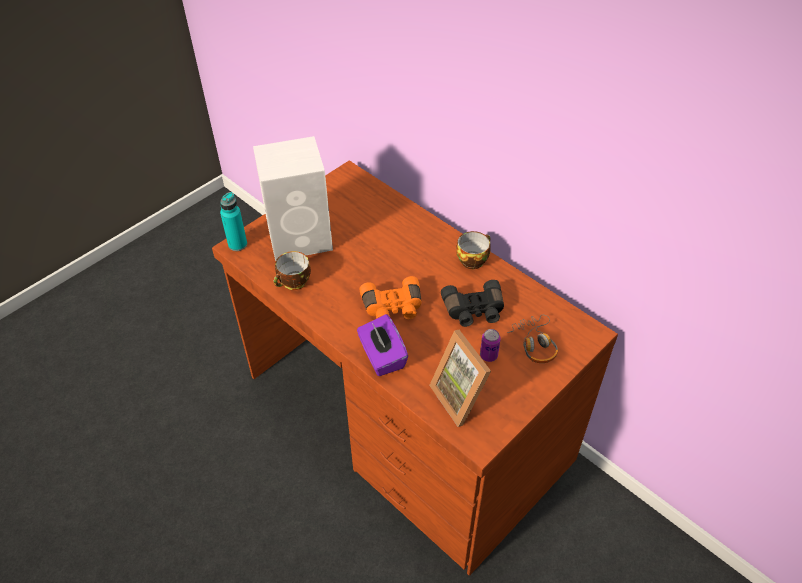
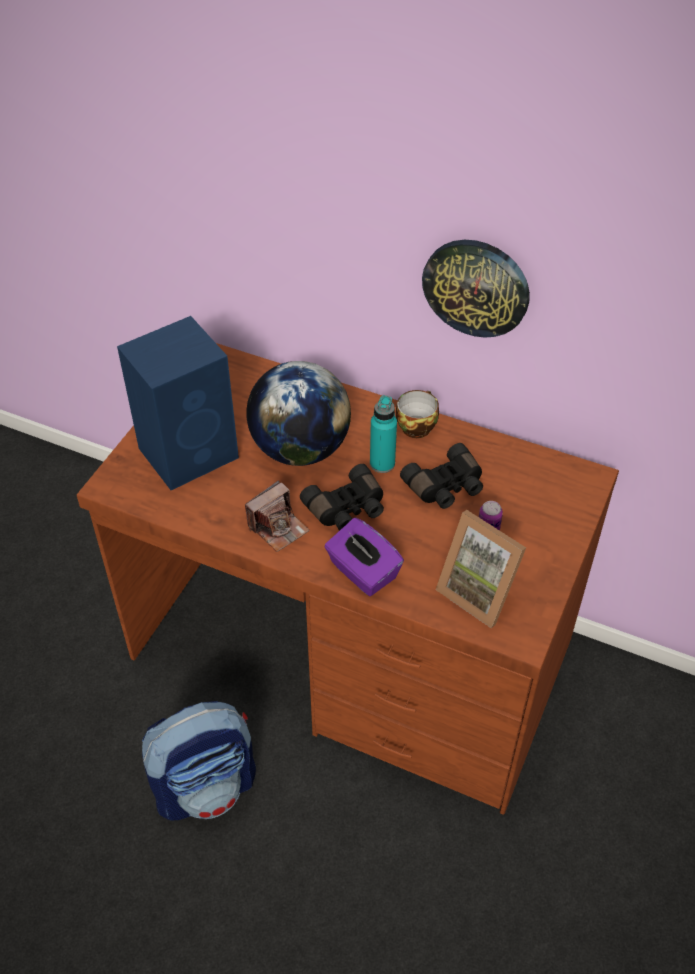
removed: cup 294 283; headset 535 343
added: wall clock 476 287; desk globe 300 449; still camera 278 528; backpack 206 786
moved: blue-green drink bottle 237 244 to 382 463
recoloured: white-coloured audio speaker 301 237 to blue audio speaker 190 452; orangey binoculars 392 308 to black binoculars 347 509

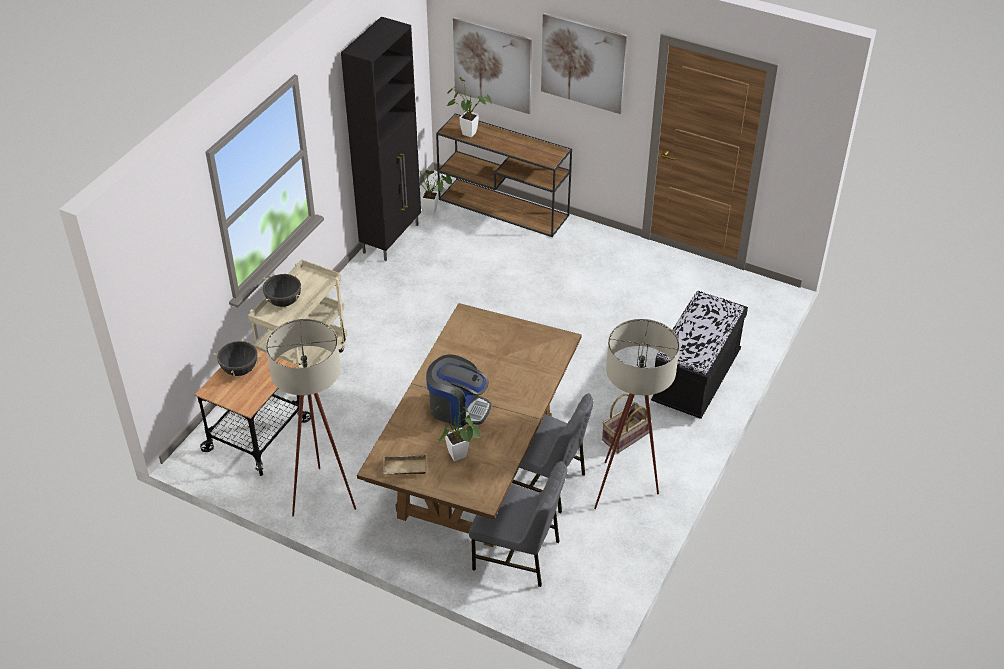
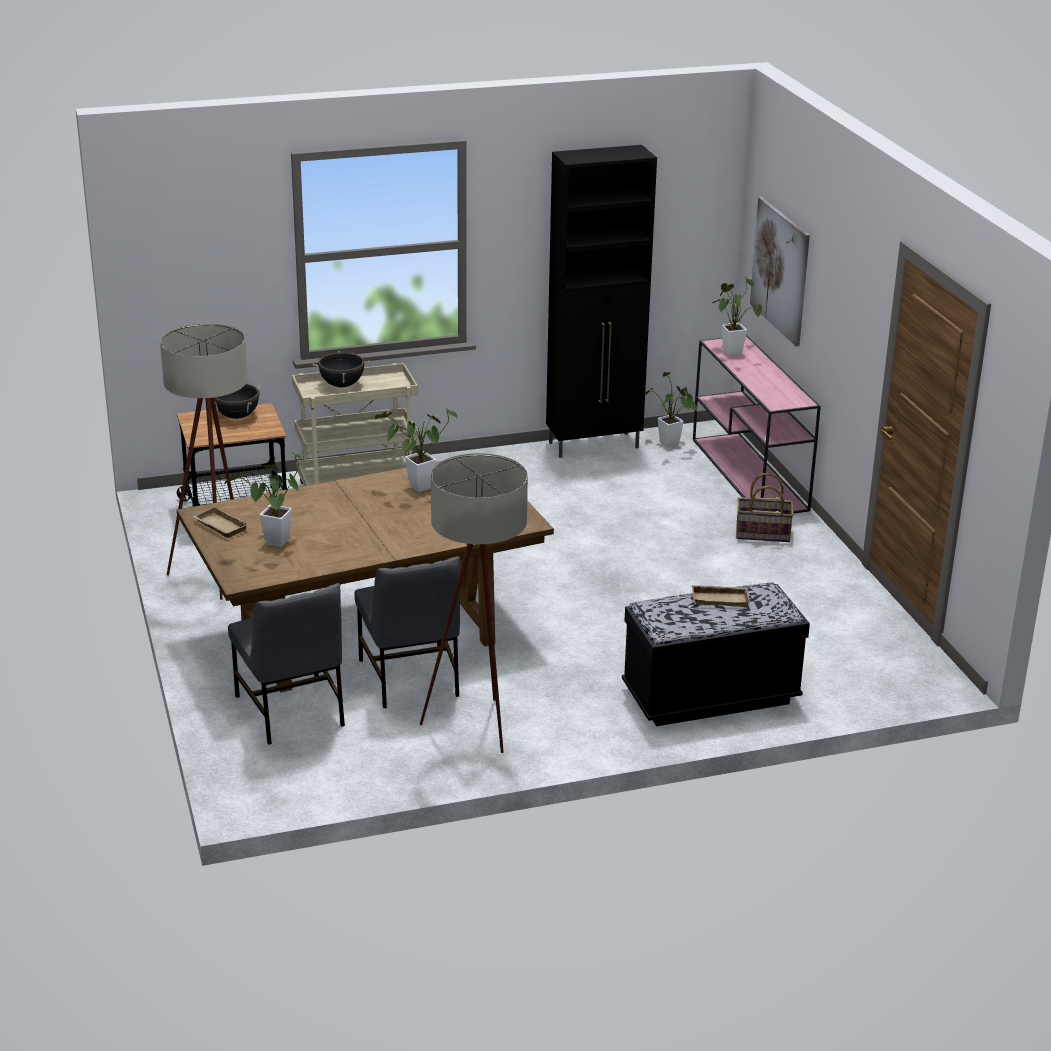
removed: picture 583 63; coffee brewer 458 408
added: plant in a pot 416 489; beige-coloured carrying tray 720 599
moved: household basket 625 437 to 762 534
recoloured: brown hall table 504 207 to pink-coloured hall table 750 475

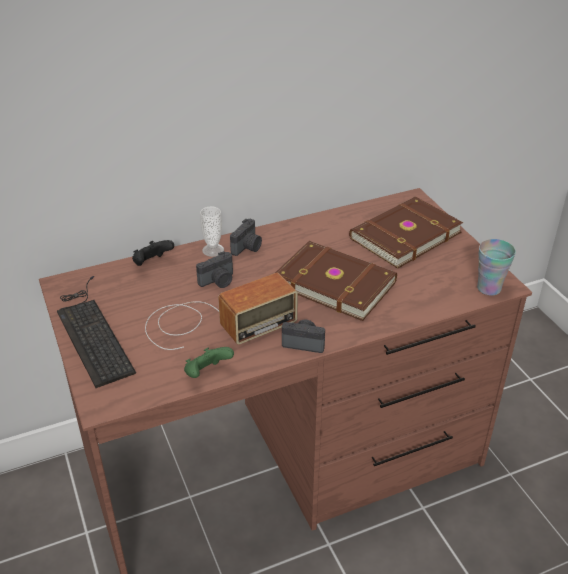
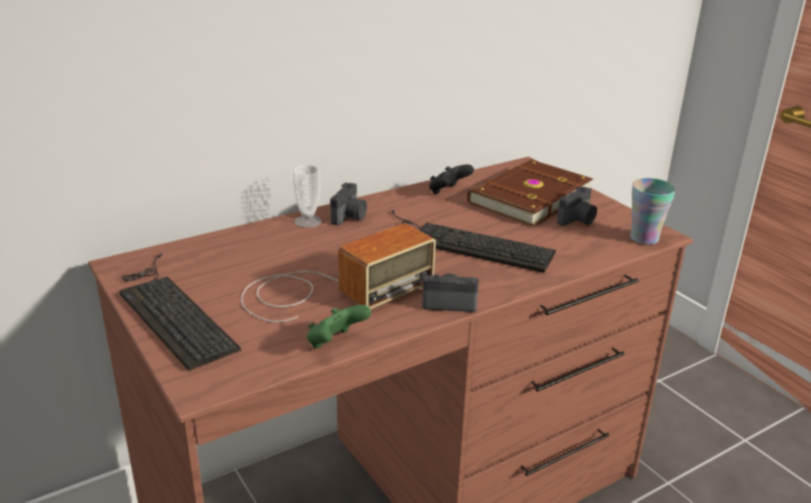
moved: black joypad 152 263 to 448 192; still camera 218 281 to 578 220
replaced: brown bound book 335 282 to keyboard 465 243

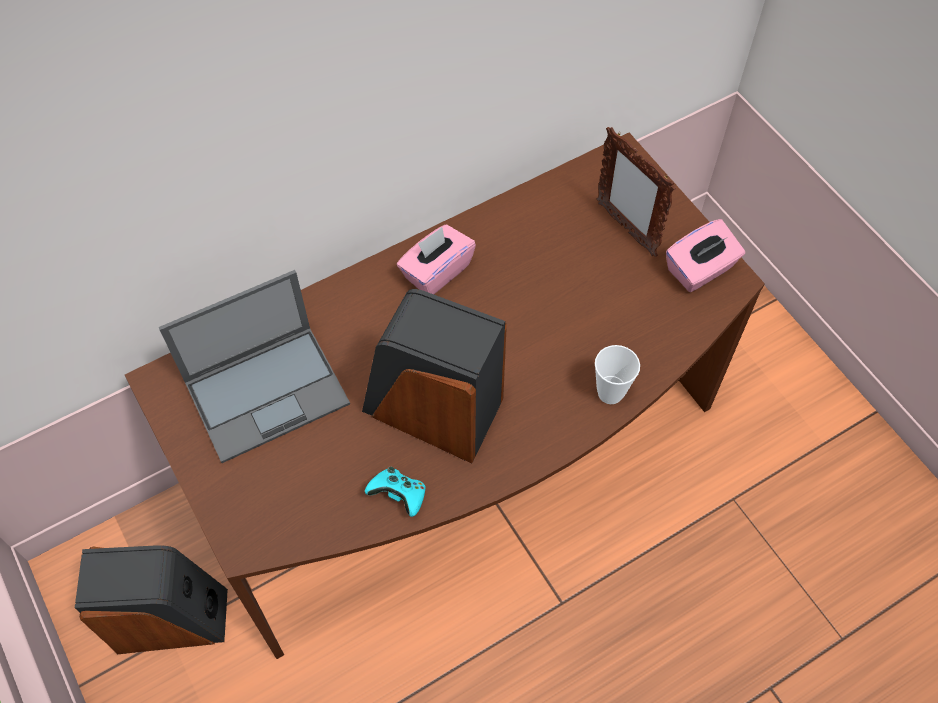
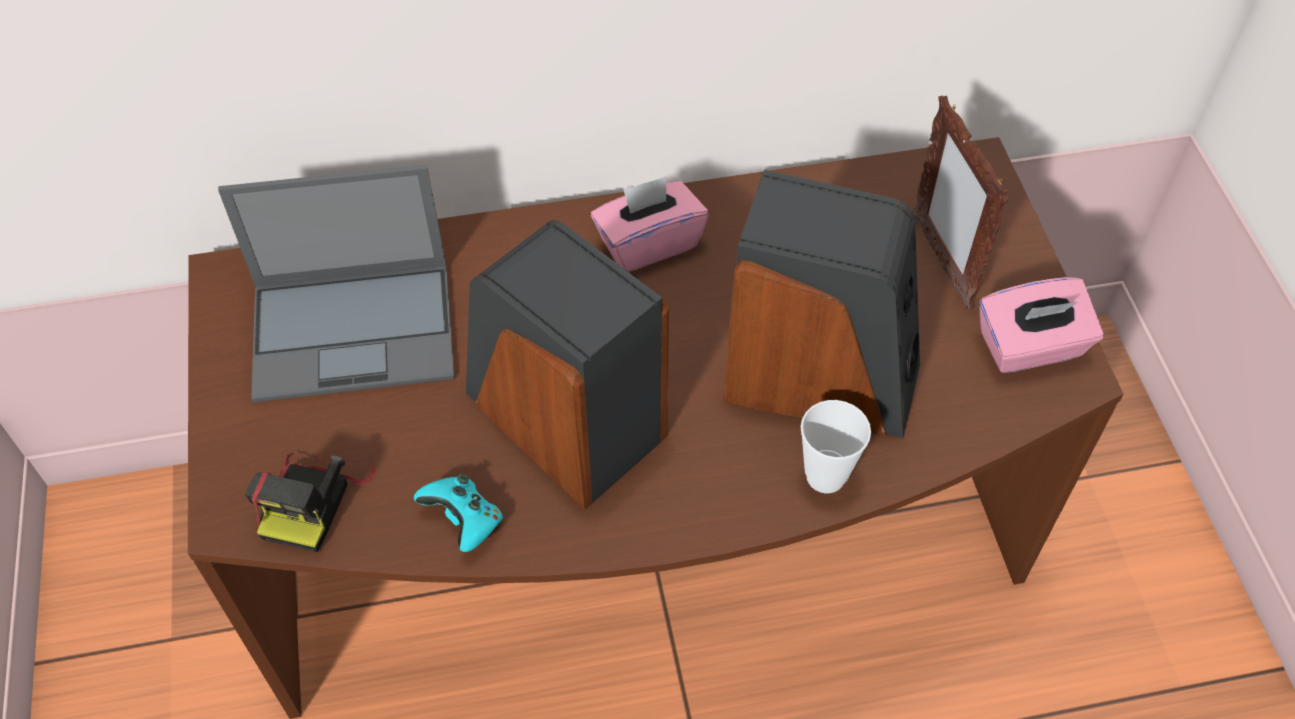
added: still camera 314 499
moved: audio speaker 171 617 to 820 378

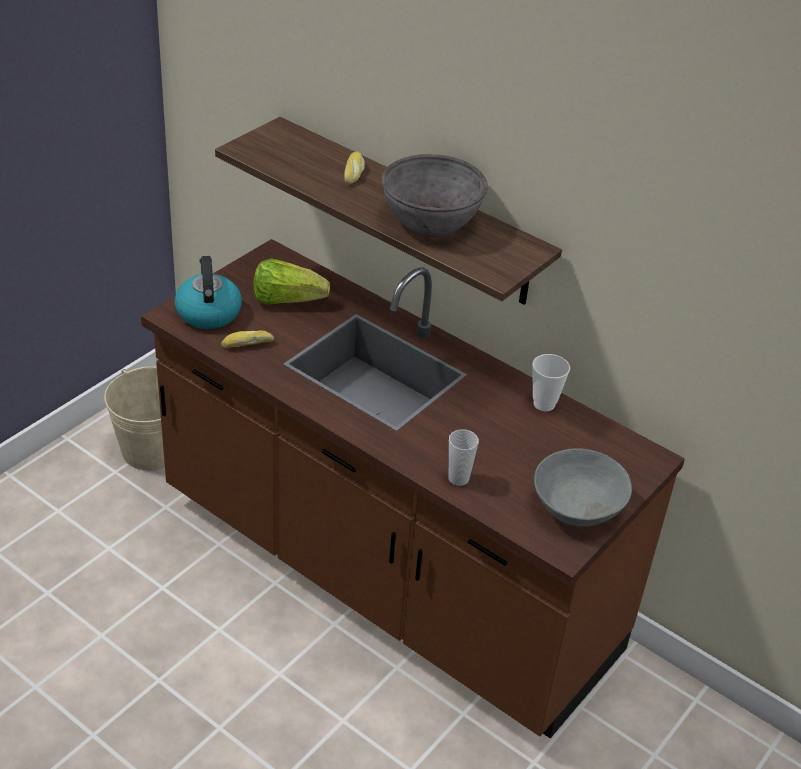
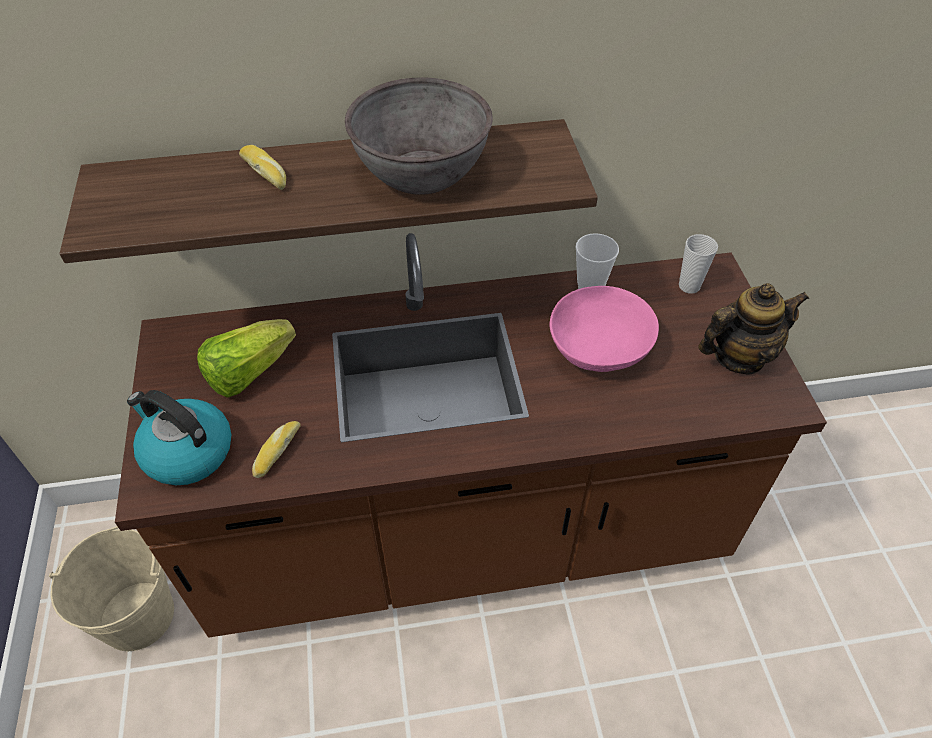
added: pink-coloured serving bowl 599 348
moved: cup 458 478 to 689 286
replaced: gray serving bowl 577 506 to pot for tea 738 356

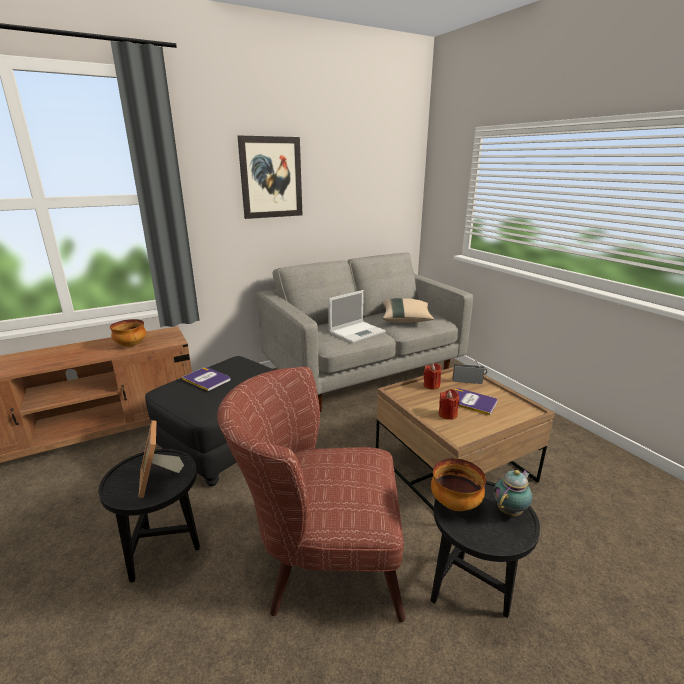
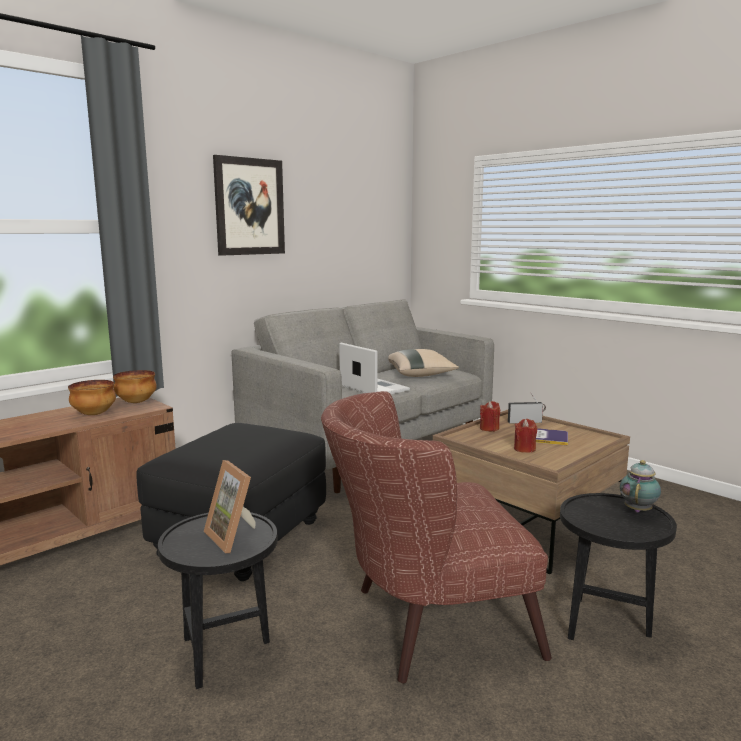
removed: bound book 207 379
moved: serving bowl 454 503 to 136 402
turned: portable computer 357 332 = 373 388 75 degrees counterclockwise

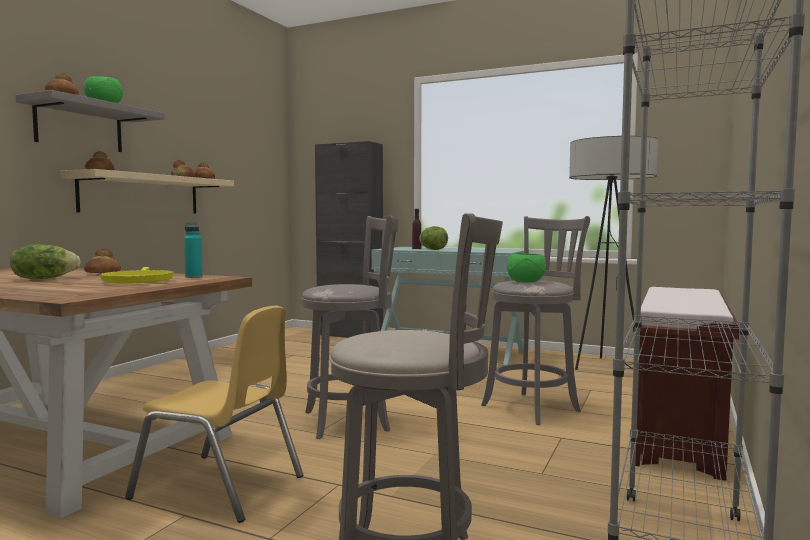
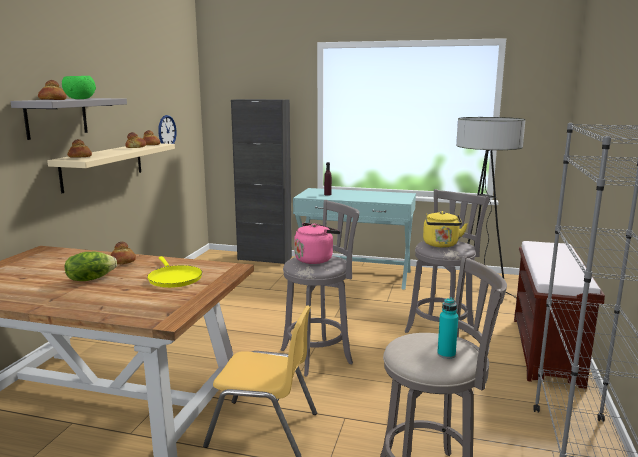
removed: head of lettuce 433 249
added: wall clock 167 131; pink-coloured water kettle 315 259
moved: blue-green drink bottle 194 277 to 446 354
replaced: green-coloured serving bowl 526 282 to yellow-coloured water kettle 441 245

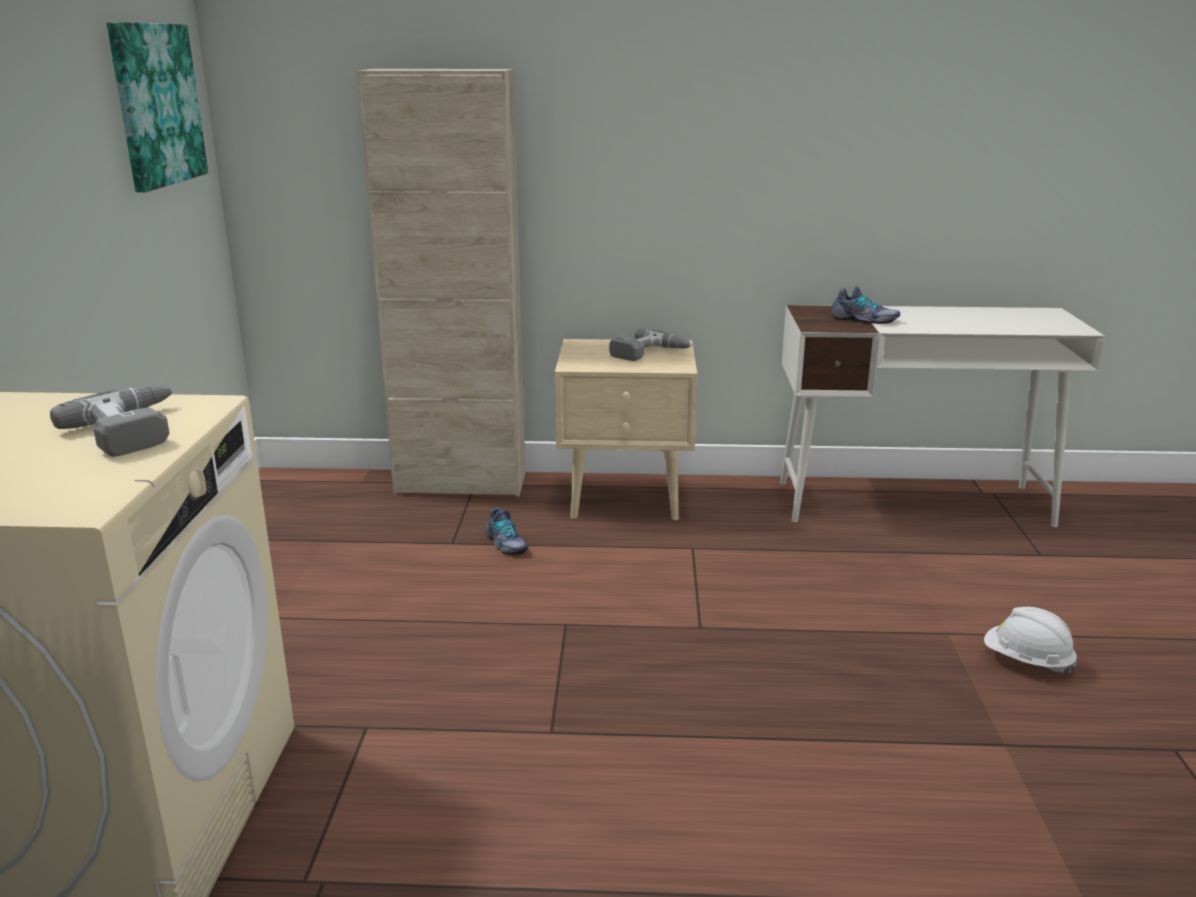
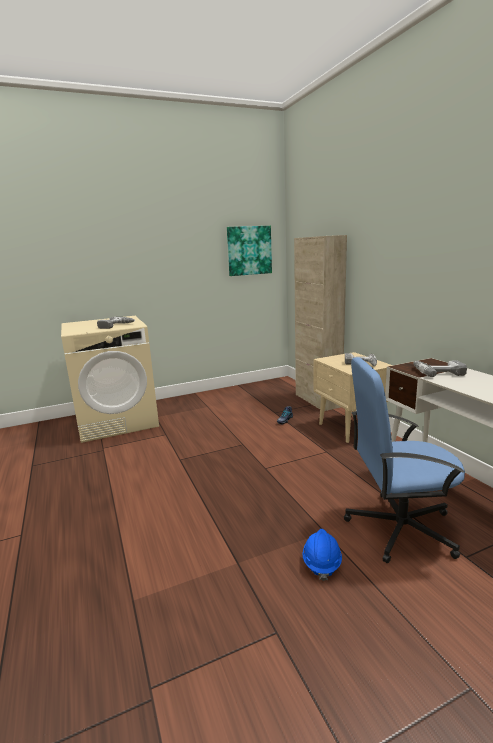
added: blue office chair 399 527
replaced: shoe 864 320 to drill 437 372
recoloured: white-coloured hard hat 1026 661 to blue hard hat 321 563

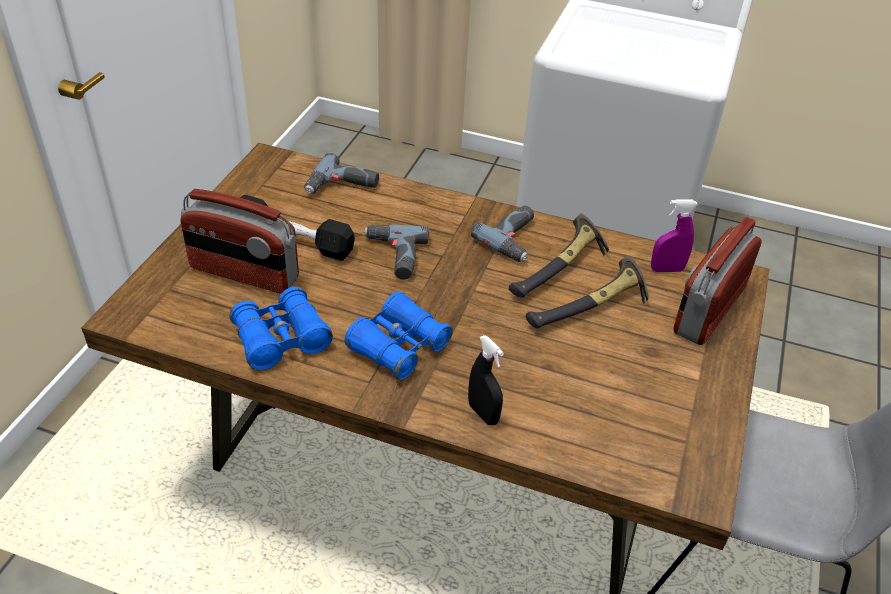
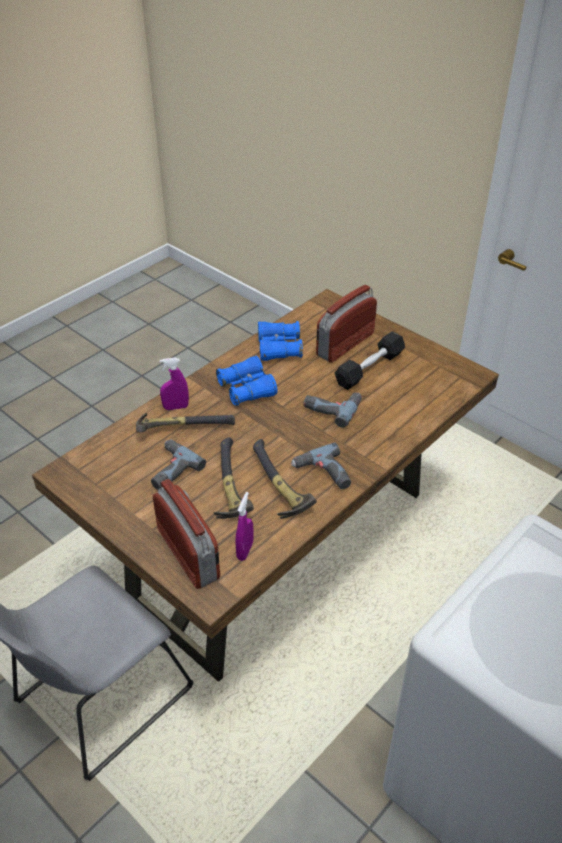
added: hand hammer 182 427
moved: drill 342 186 to 169 469
recoloured: black sprayer 483 413 to purplish sprayer 176 407

